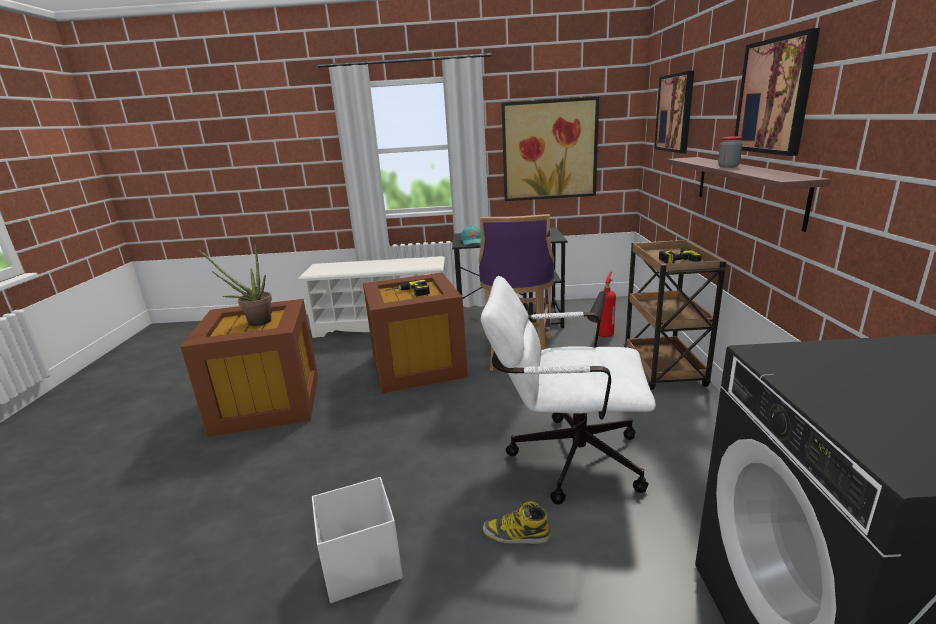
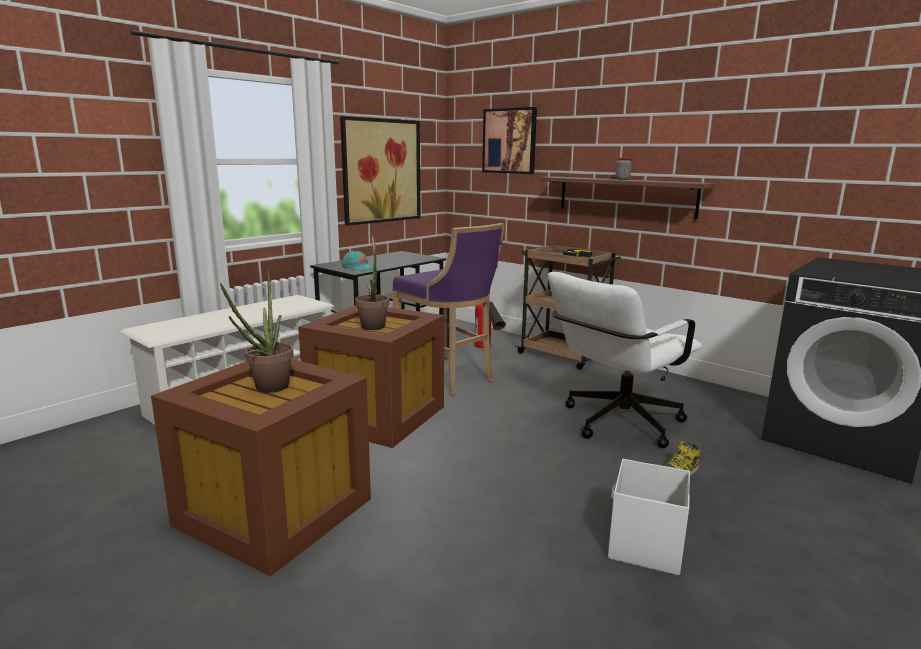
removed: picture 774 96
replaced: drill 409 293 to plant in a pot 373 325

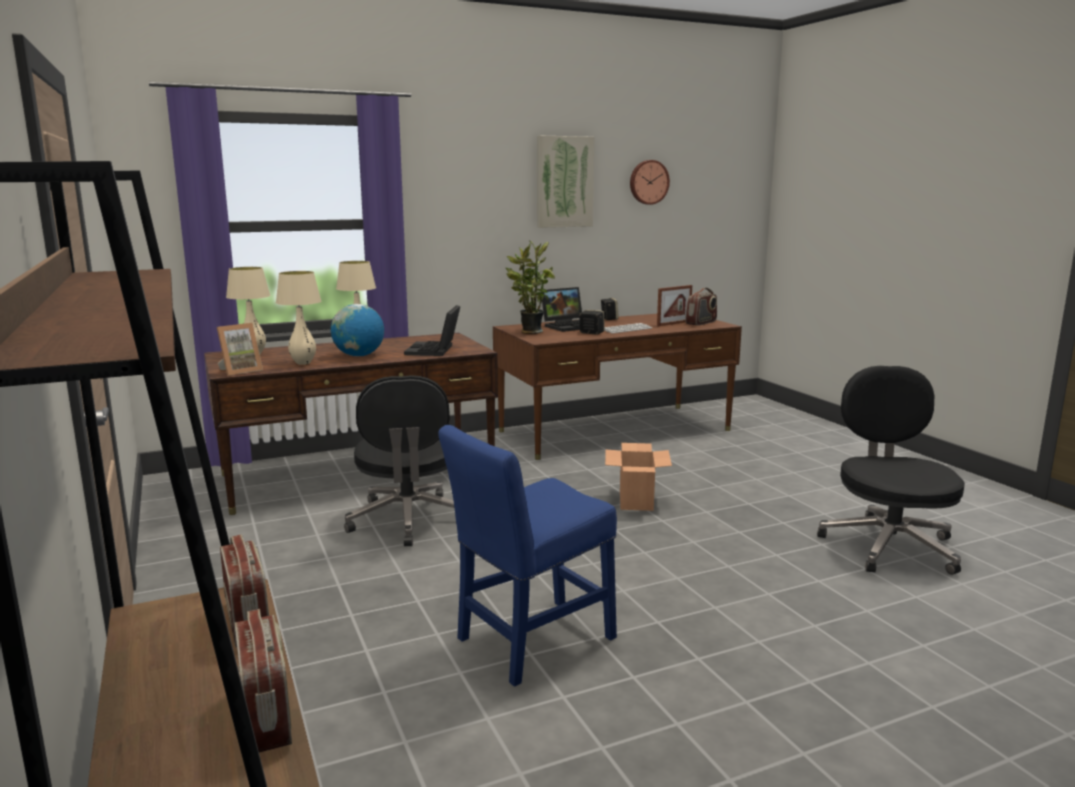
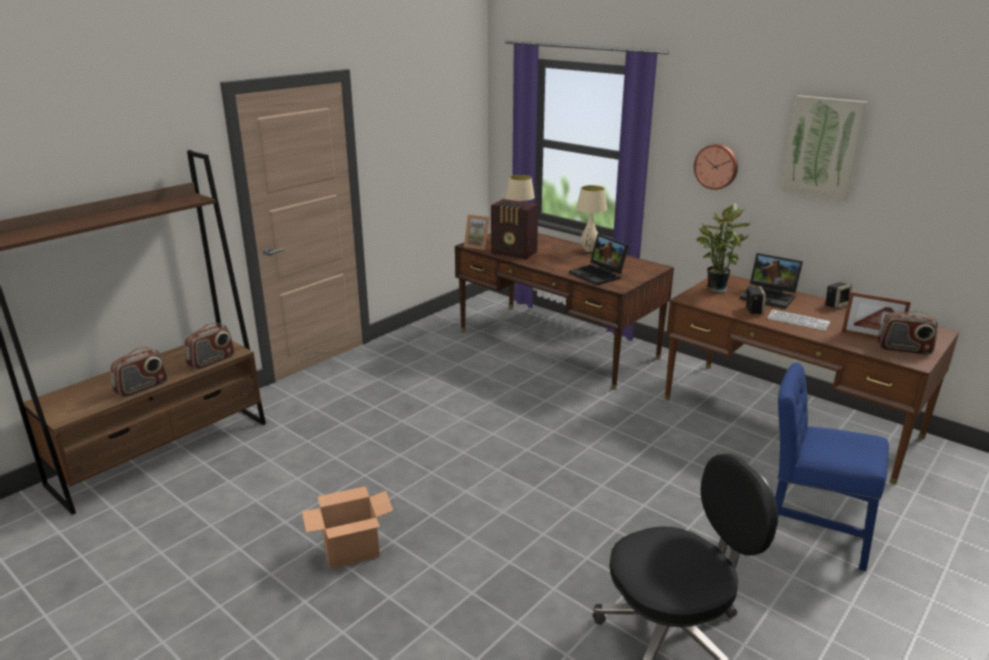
removed: desk globe 358 355; black office chair 408 520
moved: wall clock 648 182 to 716 166; blue upright chair 530 642 to 809 532; packing box 636 501 to 351 552
replaced: beige-coloured tabletop lamp 303 363 to radio 514 253
turned: portable computer 434 350 = 599 275 105 degrees counterclockwise

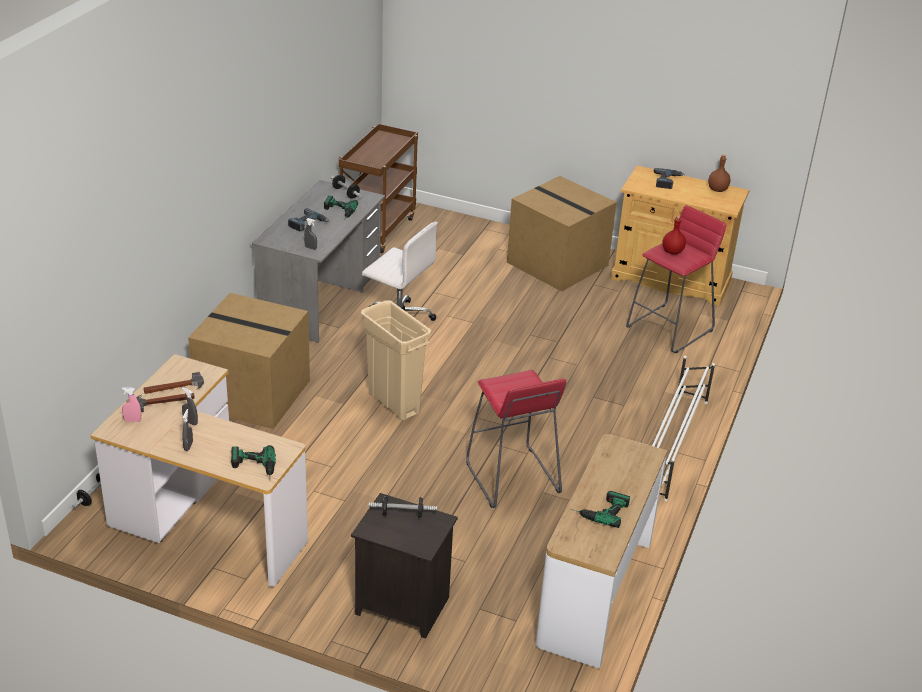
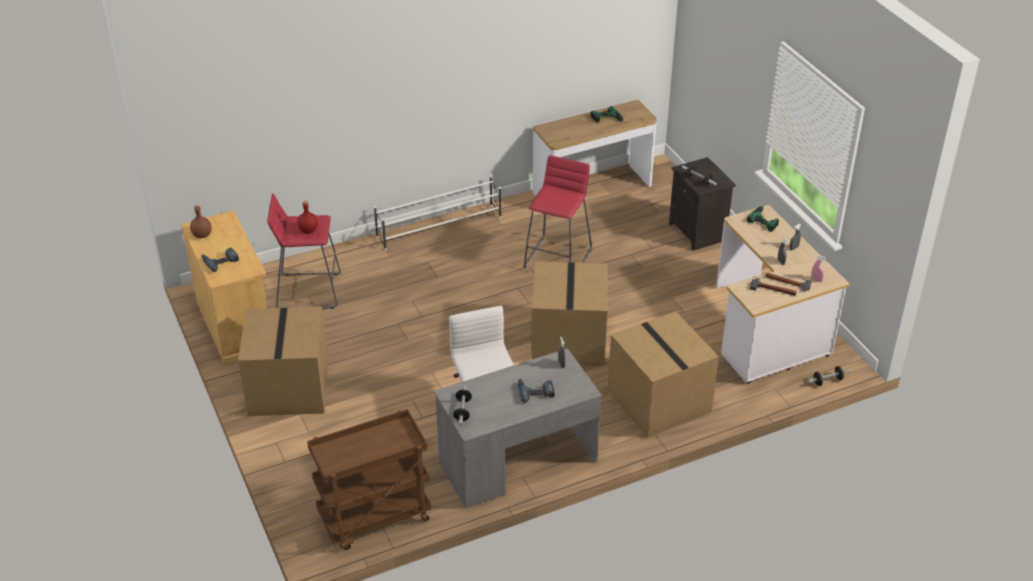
removed: drill 338 212
replaced: beige-coloured waste bin 393 403 to packing box 569 341

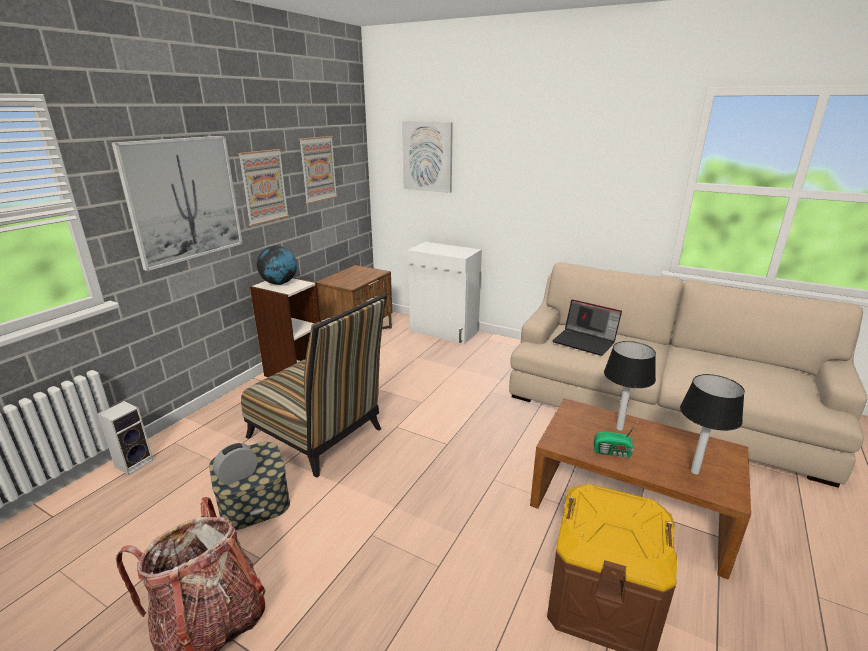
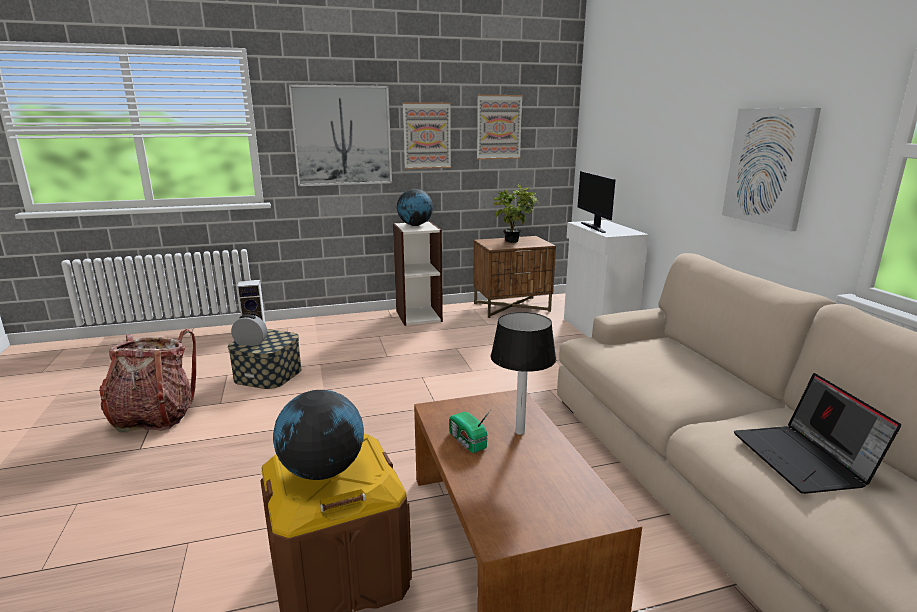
removed: upright chair 320 436; tabletop lamp 694 472
added: monitor 594 227; plant in a pot 515 241; desk globe 322 471
moved: picture 427 156 to 768 167; portable computer 585 342 to 804 460

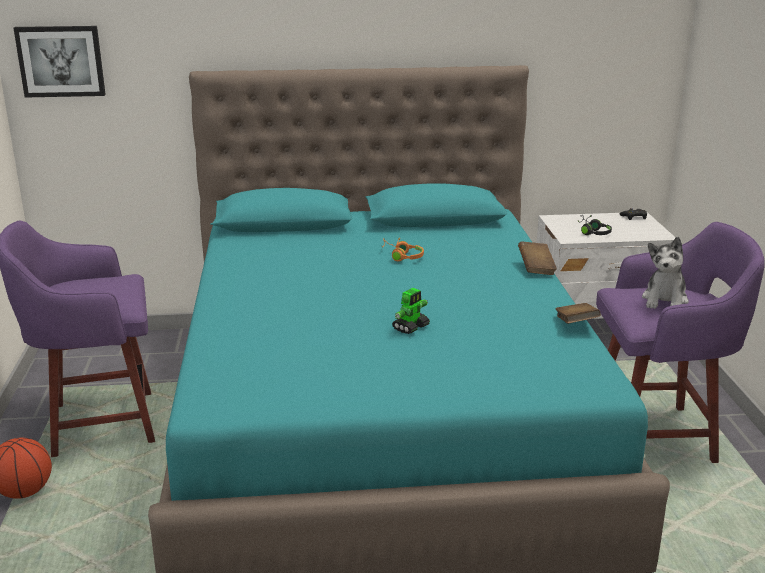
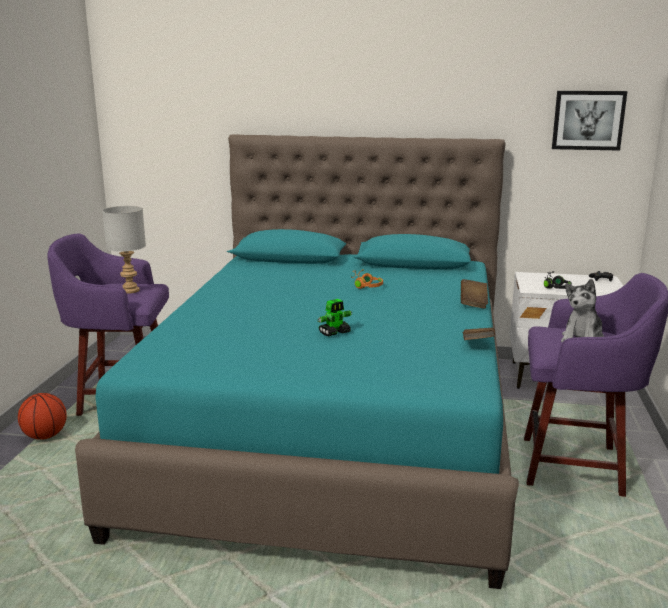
added: gray tabletop lamp 130 291
moved: picture 61 61 to 588 120

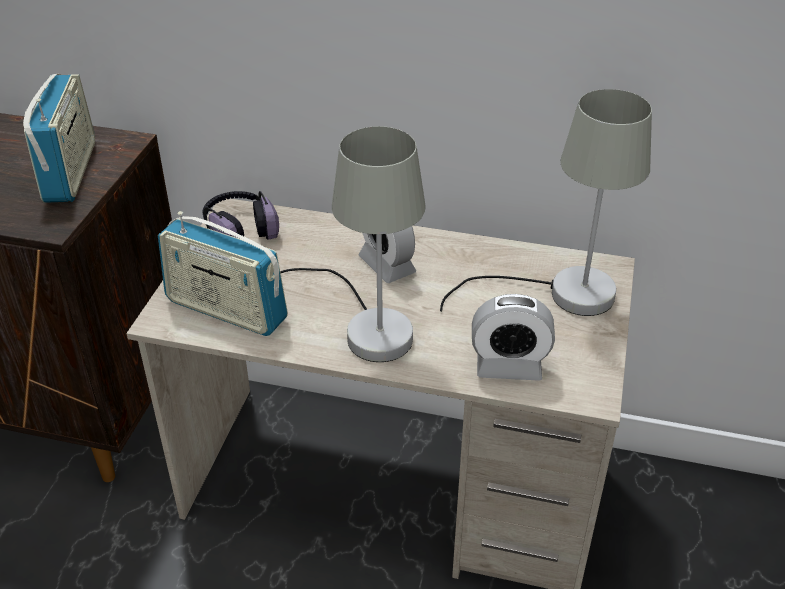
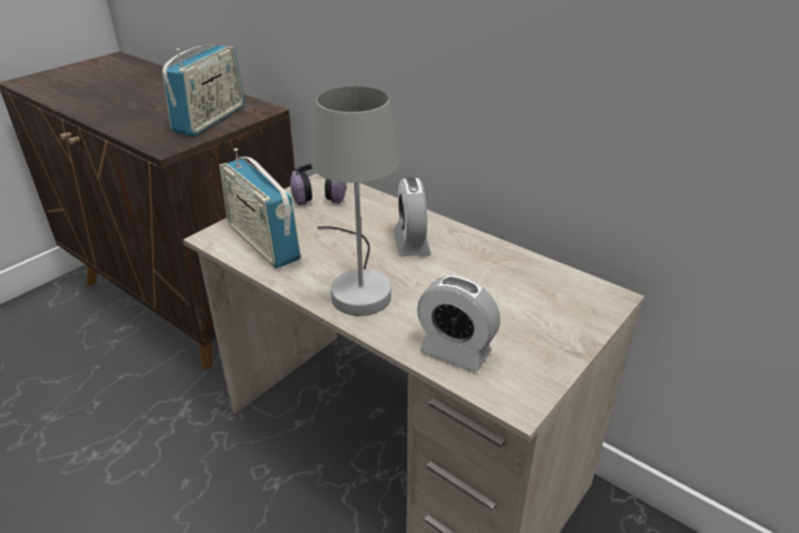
removed: gray tabletop lamp 561 294

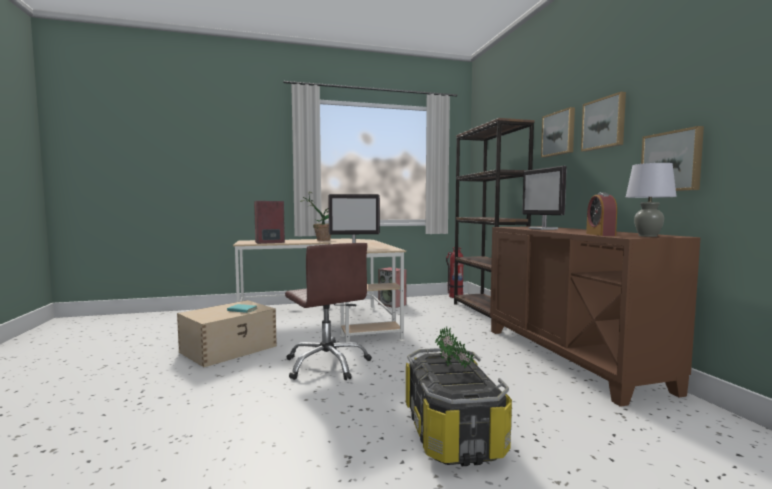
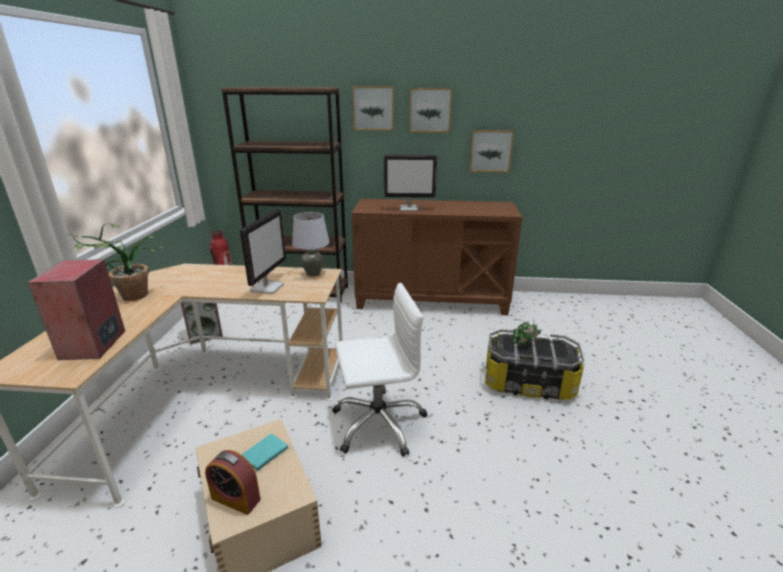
moved: gray tabletop lamp 648 236 to 313 274; alarm clock 600 234 to 236 498
recoloured: brown office chair 327 364 to white-coloured office chair 378 423

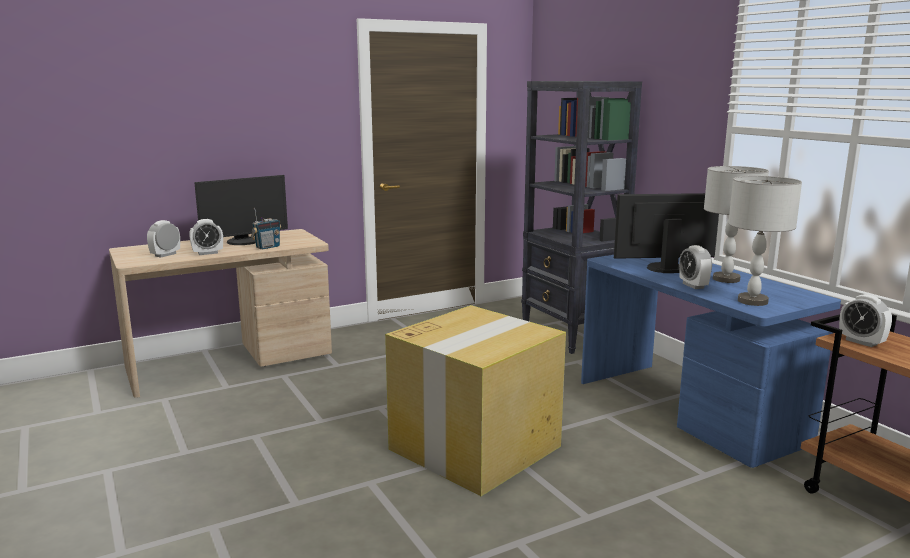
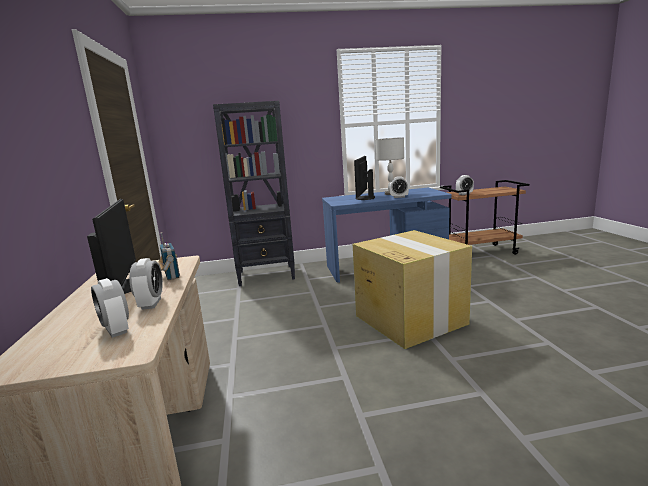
removed: gray tabletop lamp 752 301

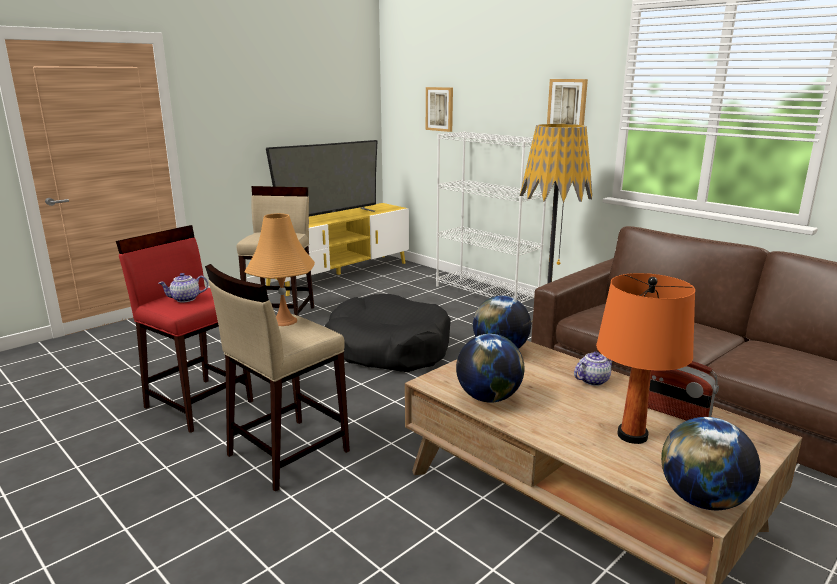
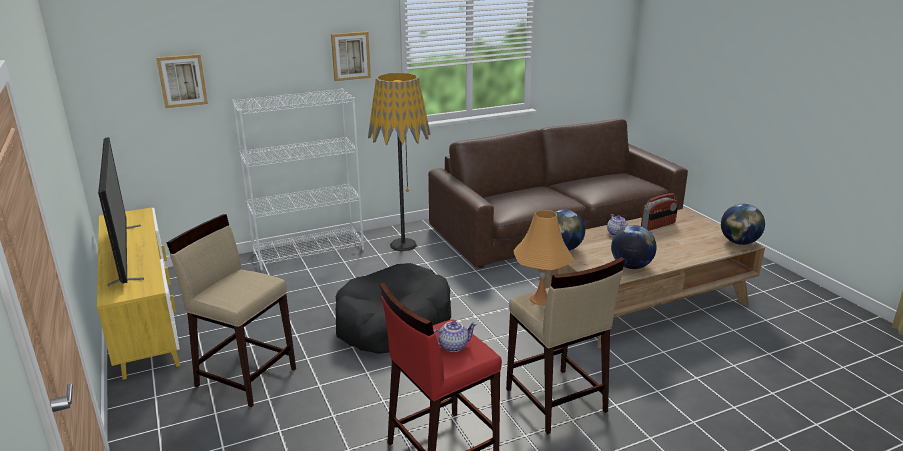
removed: orangey tabletop lamp 632 435
turned: pot for tea 185 299 = 453 346 105 degrees counterclockwise

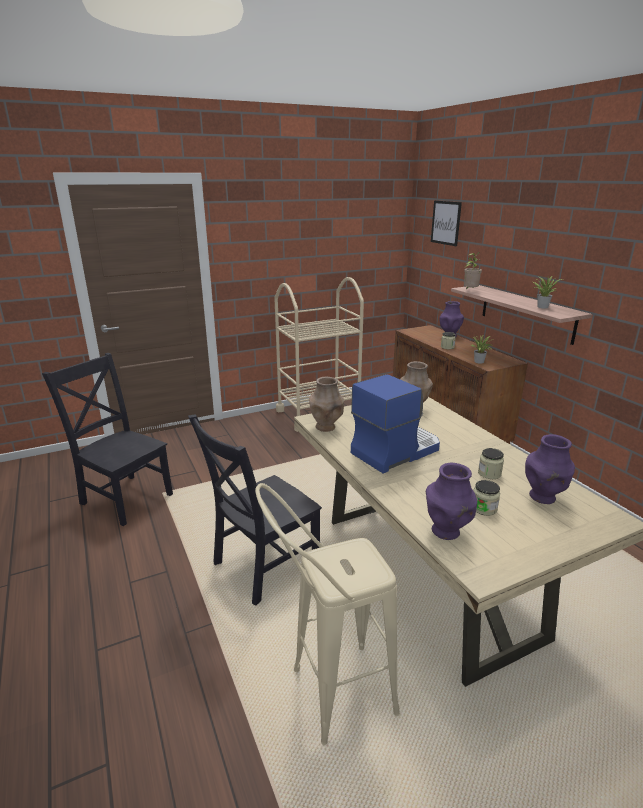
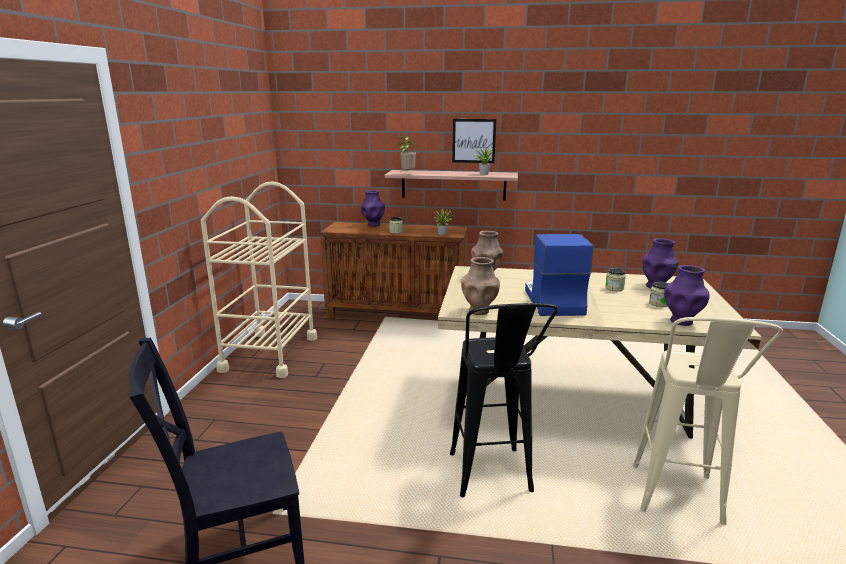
moved: picture 446 223 to 474 141
replaced: black upright chair 262 567 to black stool 493 482

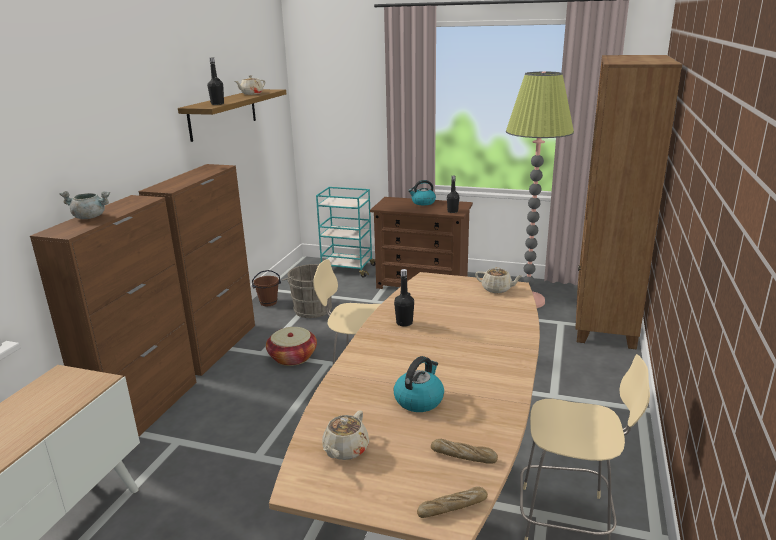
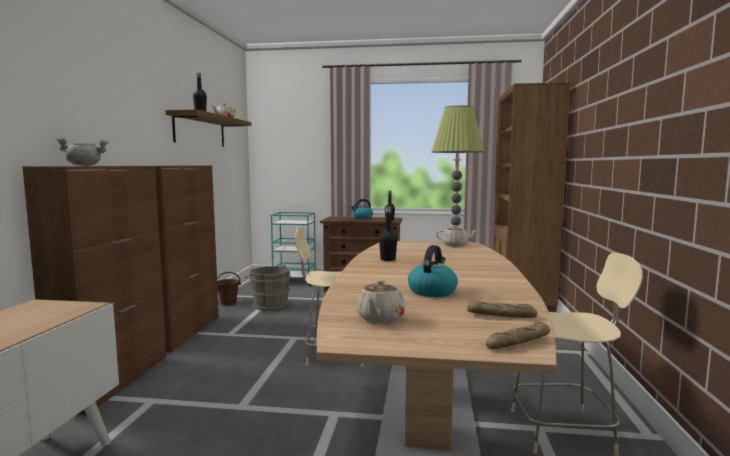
removed: household basket 292 357

